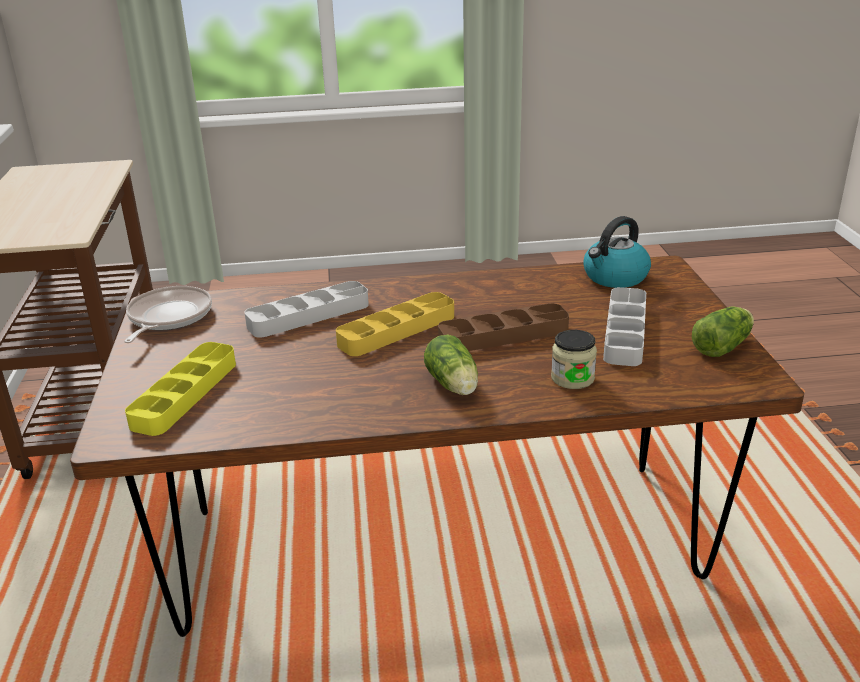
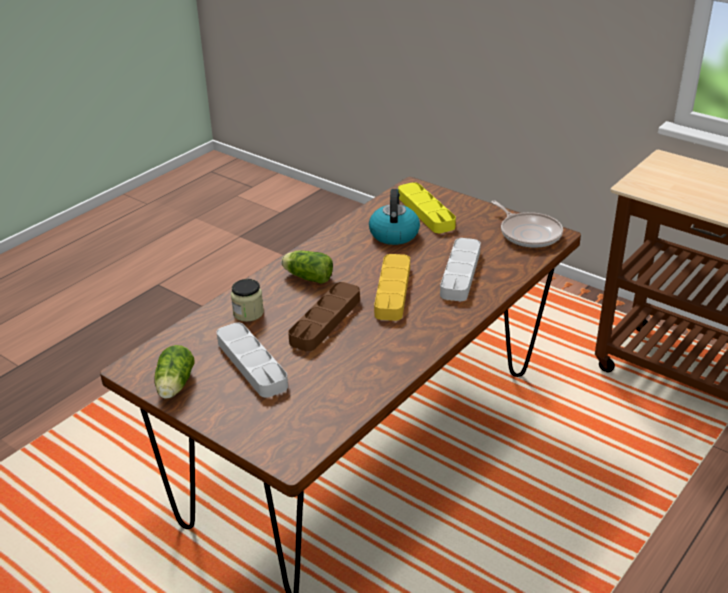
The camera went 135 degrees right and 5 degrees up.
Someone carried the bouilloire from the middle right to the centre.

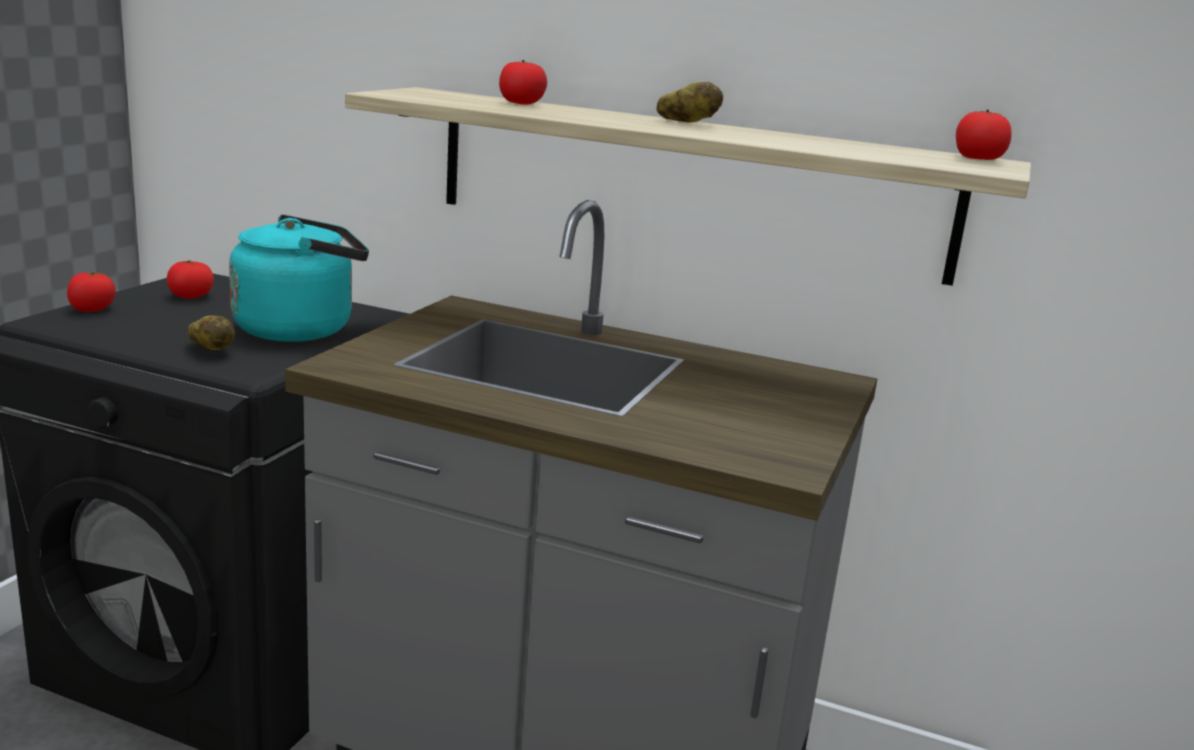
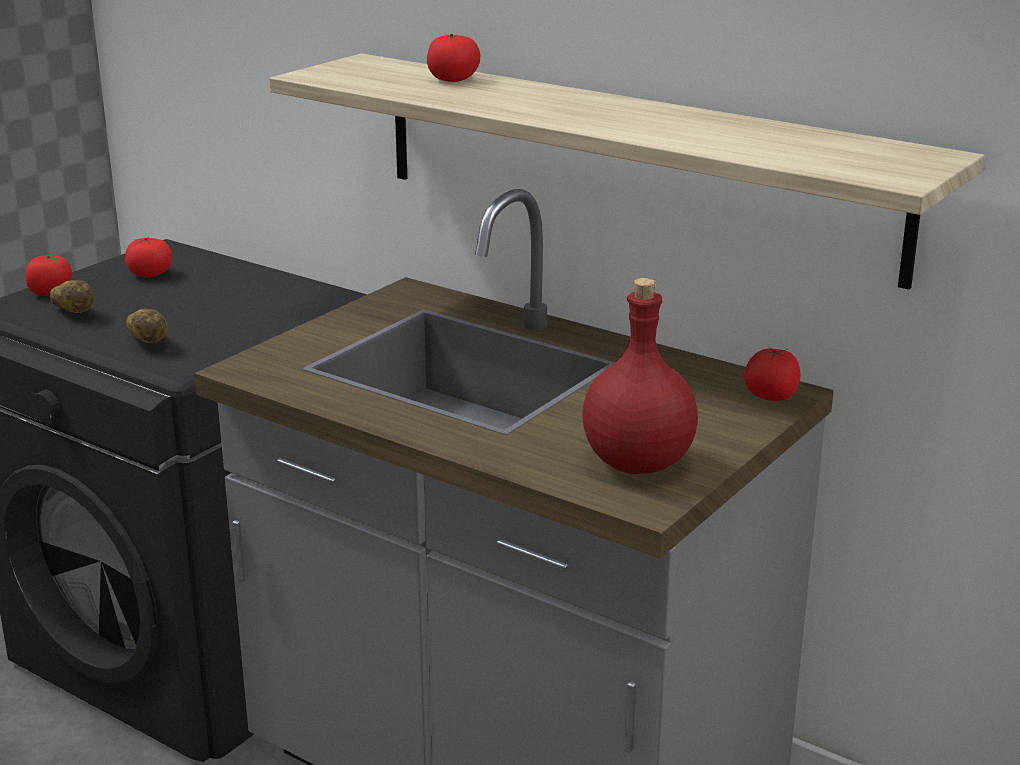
The camera went 15 degrees right and 5 degrees up.
Someone carried the pomme de terre (no. 2 from left in the first image) from the top centre to the middle left.
Someone put down the bouteille [rouge] at the centre.
Someone carried the tomate (no. 4 from left) from the top right to the middle right.
Someone took away the bouilloire [turquoise] at the middle left.

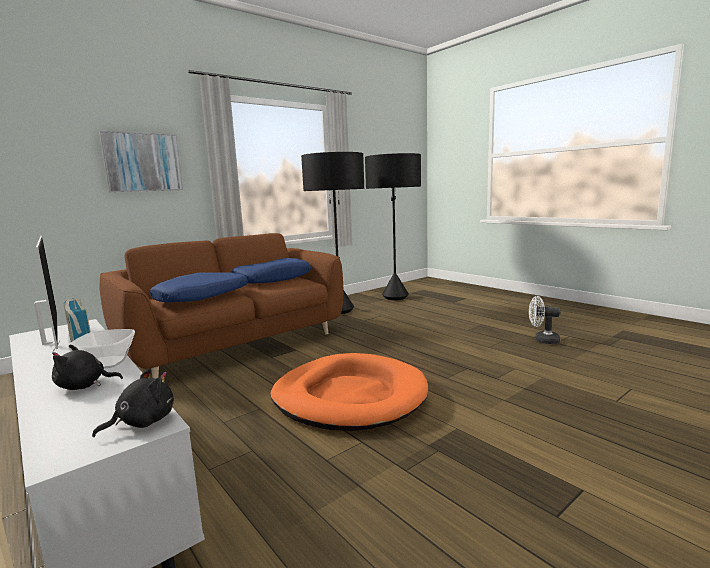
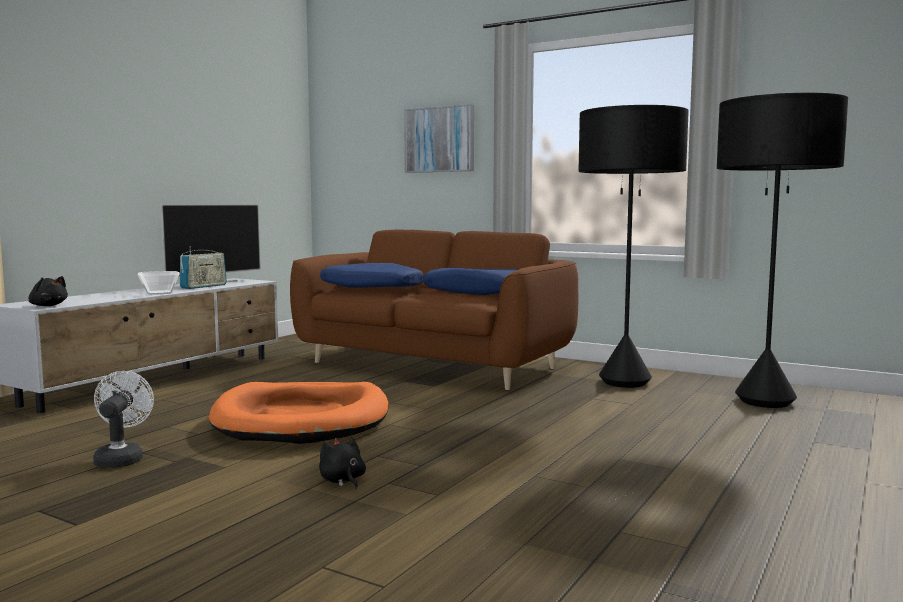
The camera went 70 degrees right and 5 degrees down.
Someone carried the ventilateur [blanc] from the middle right to the bottom left.
Someone carried the peluche [noir] (no. 1 from left in the first image) from the middle left to the bottom centre.

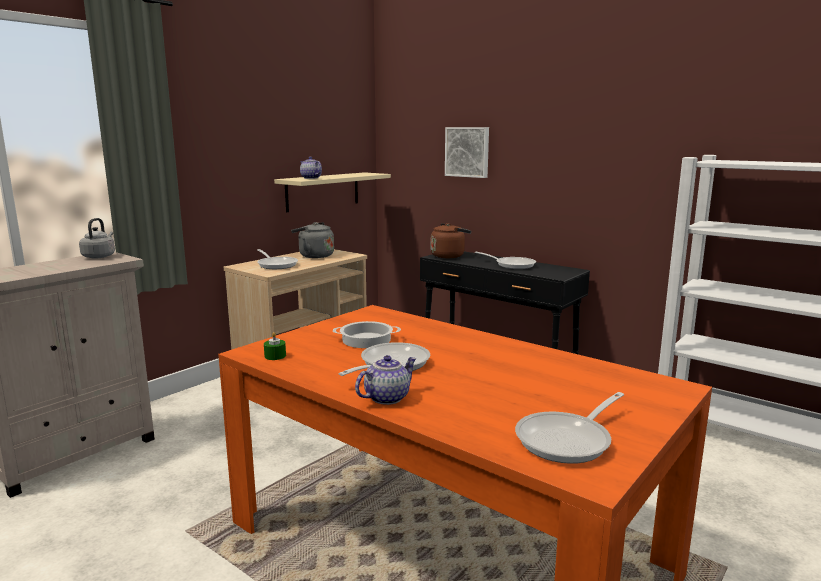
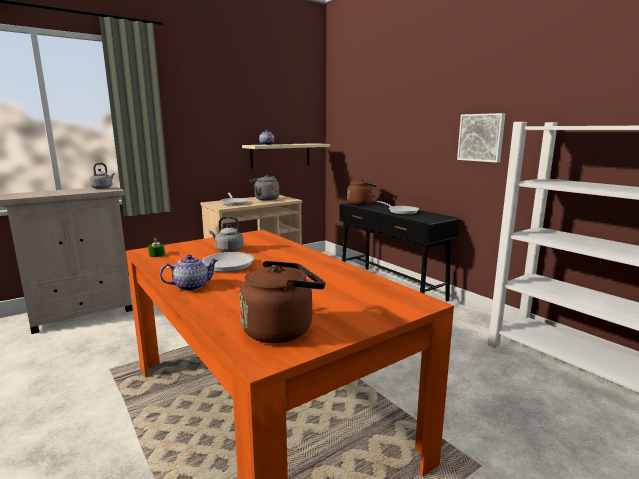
The camera went 15 degrees right and 0 degrees up.
Someone swapped the marmite at the centre for the bouilloire [gris] (no. 2 from left) at the centre.
Someone swapped the poêle (no. 4 from left) at the bottom right for the bouilloire [marron] (no. 1 from left) at the centre.
Someone carried the tableau from the top centre to the top right.

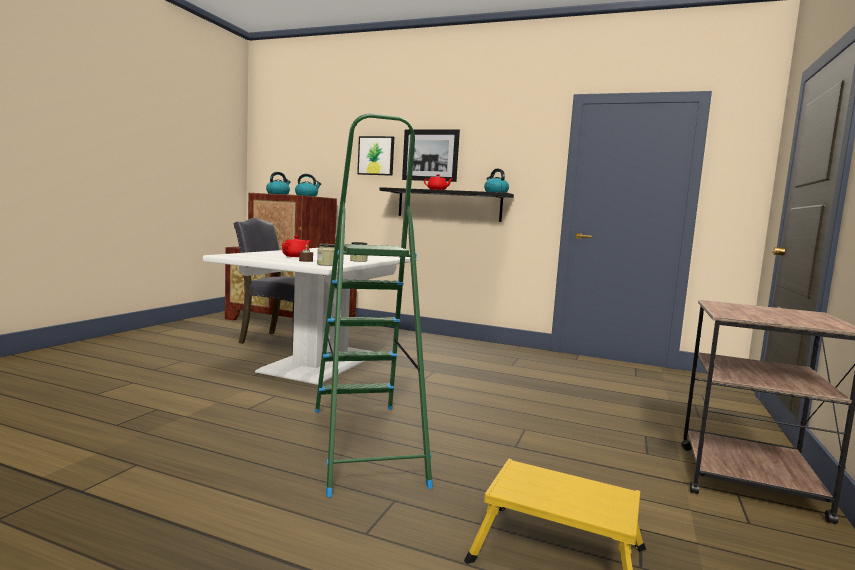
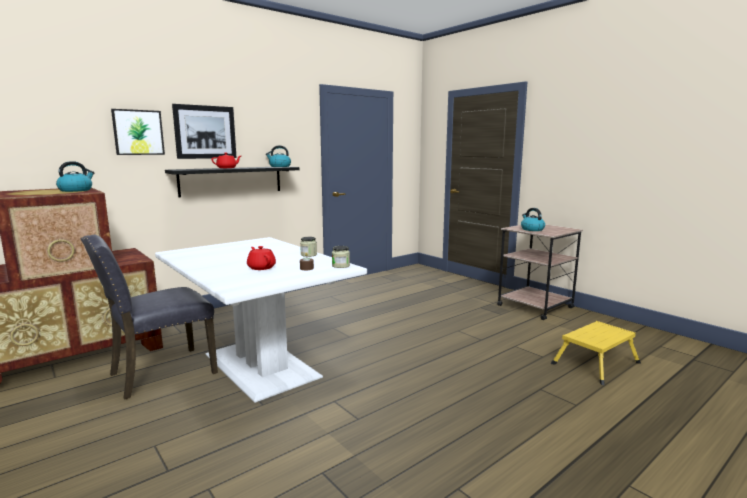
The camera went 60 degrees left and 5 degrees up.
Someone carried the bouilloire (no. 1 from left in the first image) from the top left to the middle right.
Someone took away the escabeau [vert] at the centre.

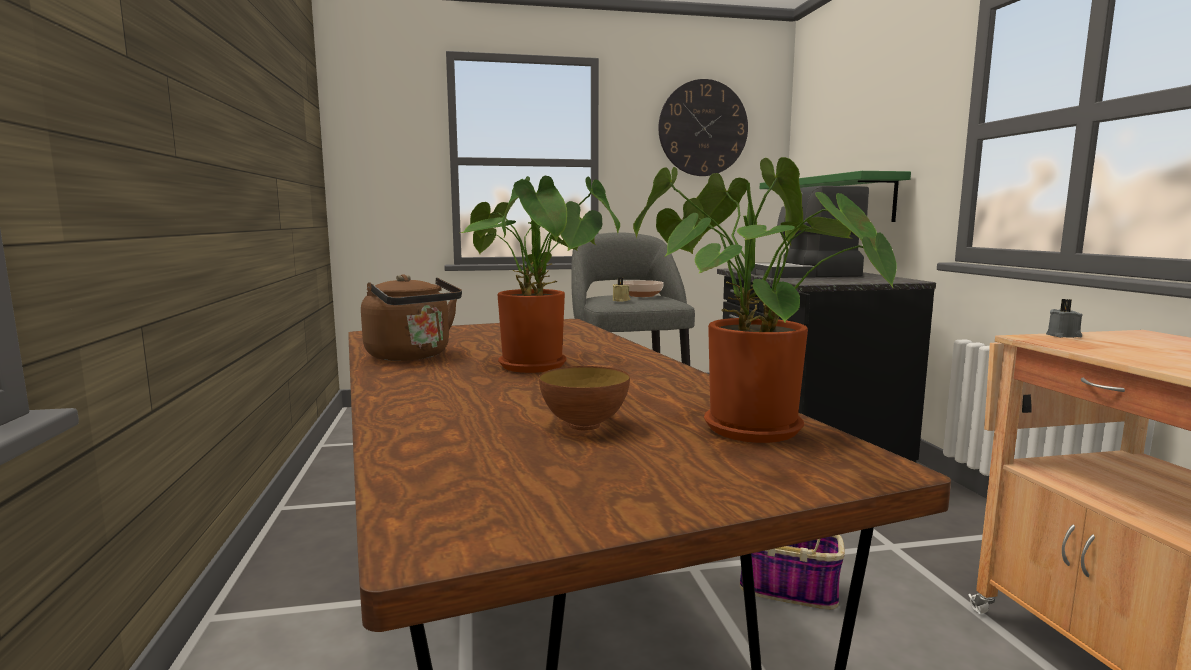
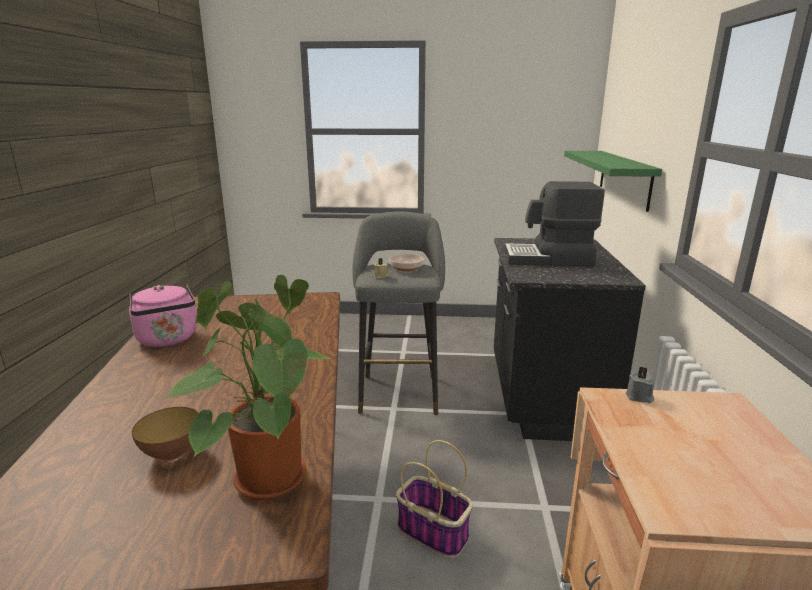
The camera went 15 degrees right and 10 degrees up.
Someone repainted the bouilloire [marron] at the centre, which became the bouilloire [rose] at the middle left.
Someone took away the plante en pot (no. 1 from left) at the centre.
Someone took away the horloge murale at the top centre.

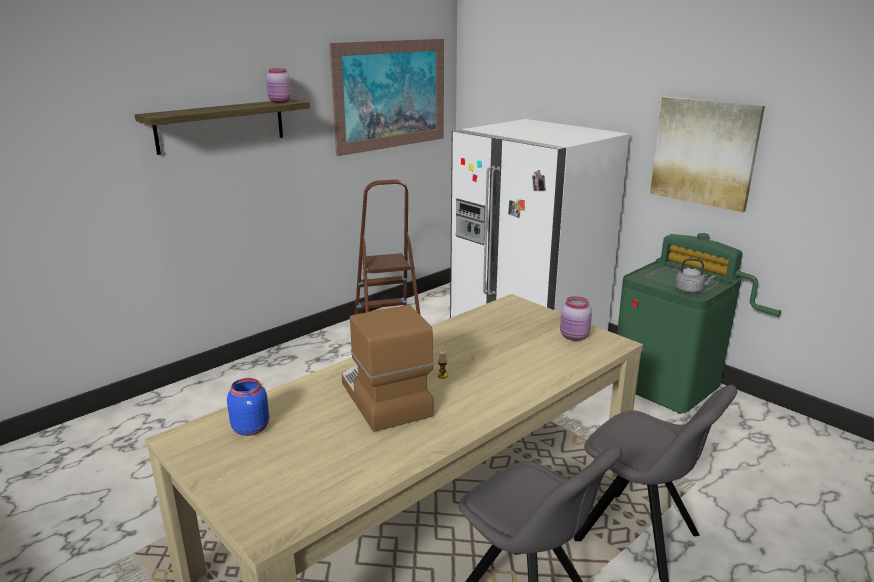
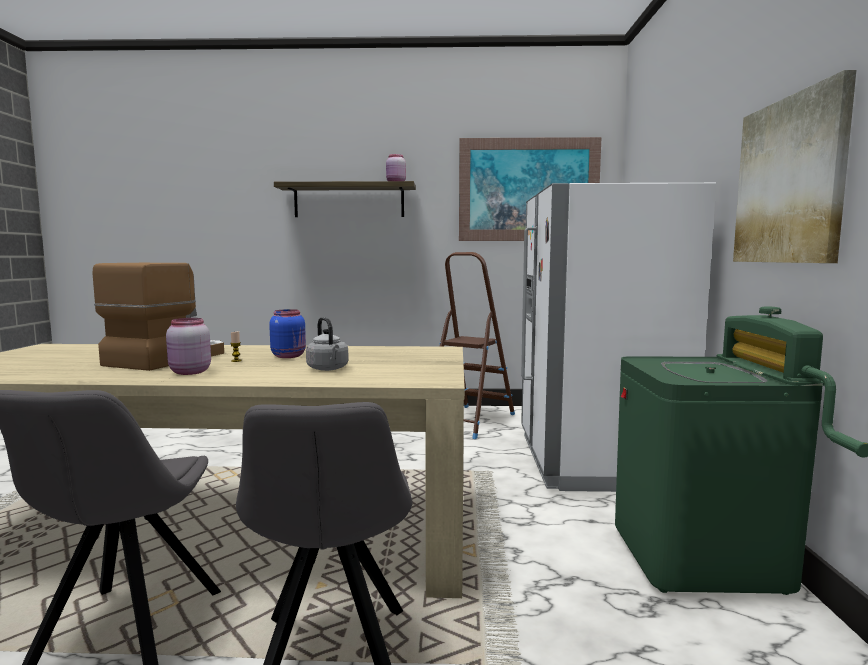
The camera went 45 degrees right and 15 degrees down.
Someone carried the bocal [rose] (no. 2 from left in the first image) from the centre to the middle left.
Someone carried the bocal [bleu] from the bottom left to the middle left.
Someone carried the bouilloire [gris] from the middle right to the centre.

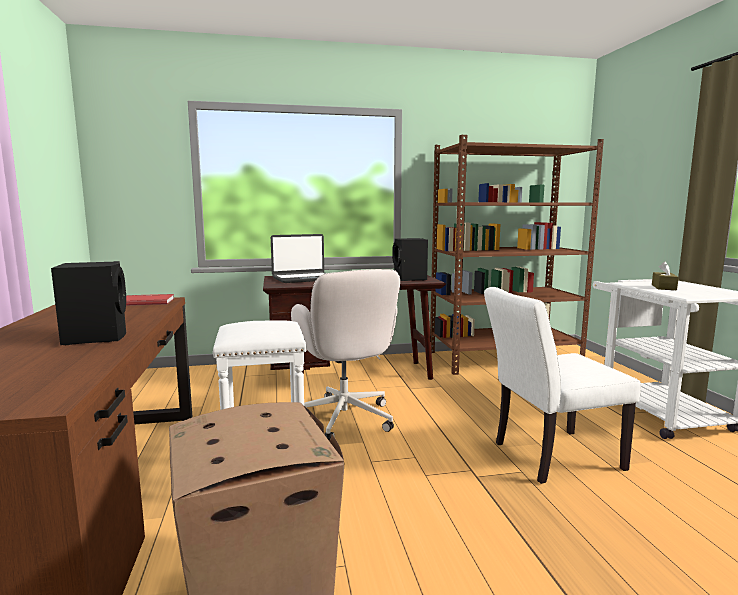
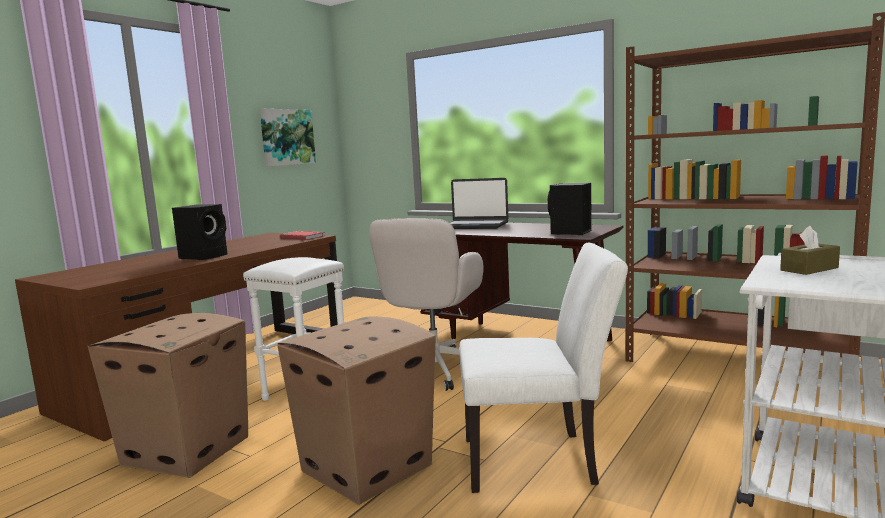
The camera went 45 degrees right and 0 degrees up.
Someone put up the tableau at the top left.
Someone put down the carton (no. 2 from left) at the bottom centre.
Someone rotated the chaise [blanc] at the middle right by 150 degrees clockwise.

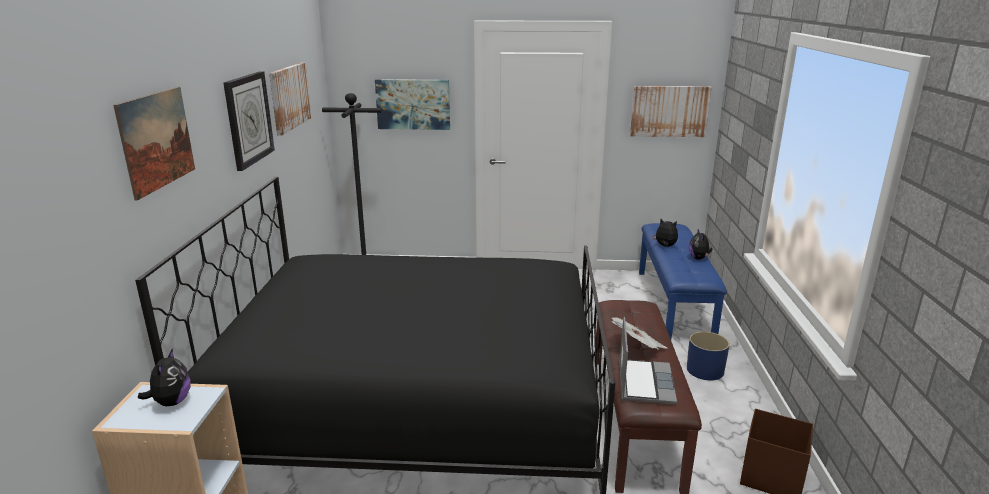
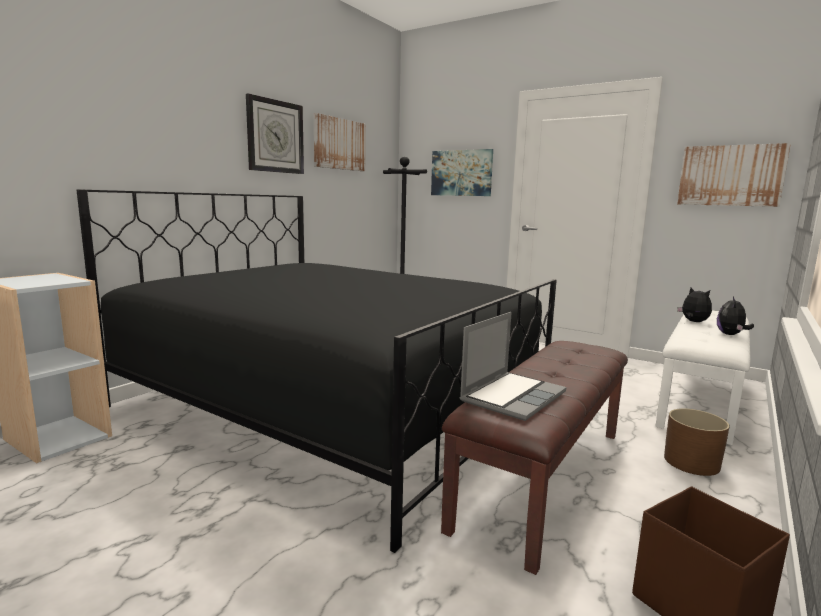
The camera went 30 degrees right and 10 degrees down.
Someone repainted the banc [bleu] at the middle right, which became the banc [blanc] at the middle right.
Someone repainted the cache-pot [bleu] at the bottom right, which became the cache-pot [marron] at the bottom right.
Someone took away the tableau (no. 1 from left) at the top left.
Someone took away the peluche (no. 1 from left) at the bottom left.
Someone took away the journal at the bottom centre.

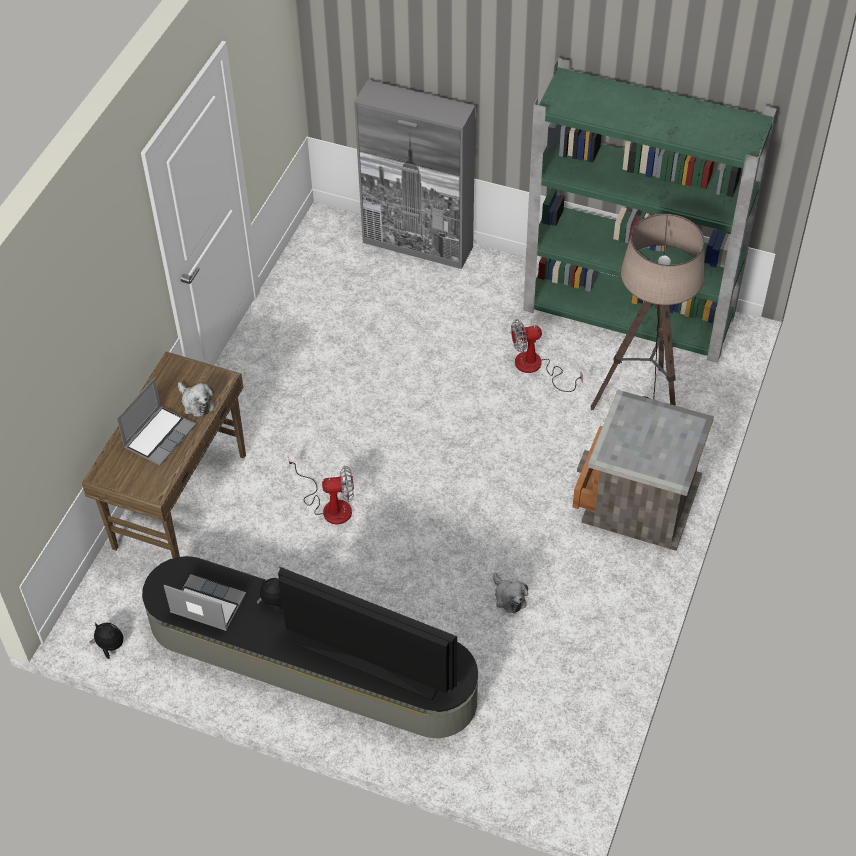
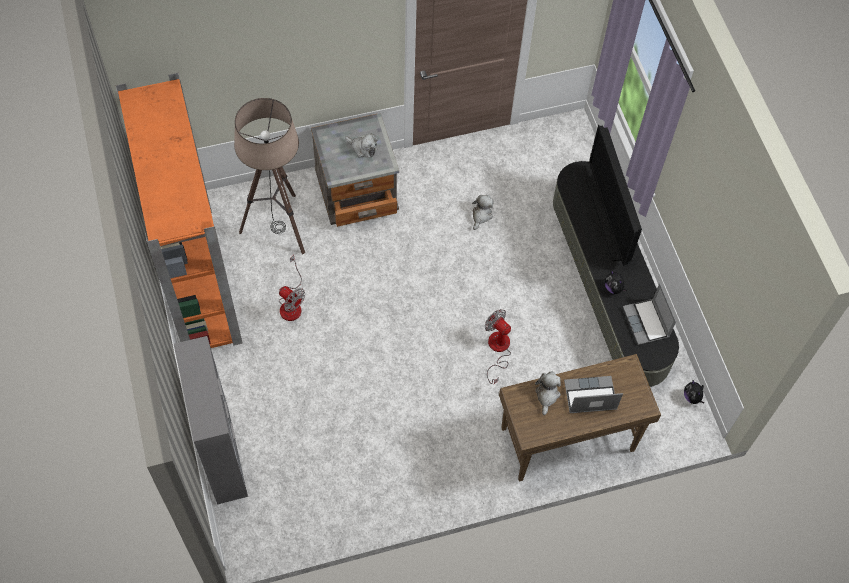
The camera went 130 degrees left and 10 degrees up.
Someone repainted the bibliothèque [vert] at the top right, which became the bibliothèque [orange] at the middle left.
Someone put down the peluche (no. 1 from left) at the top centre.

